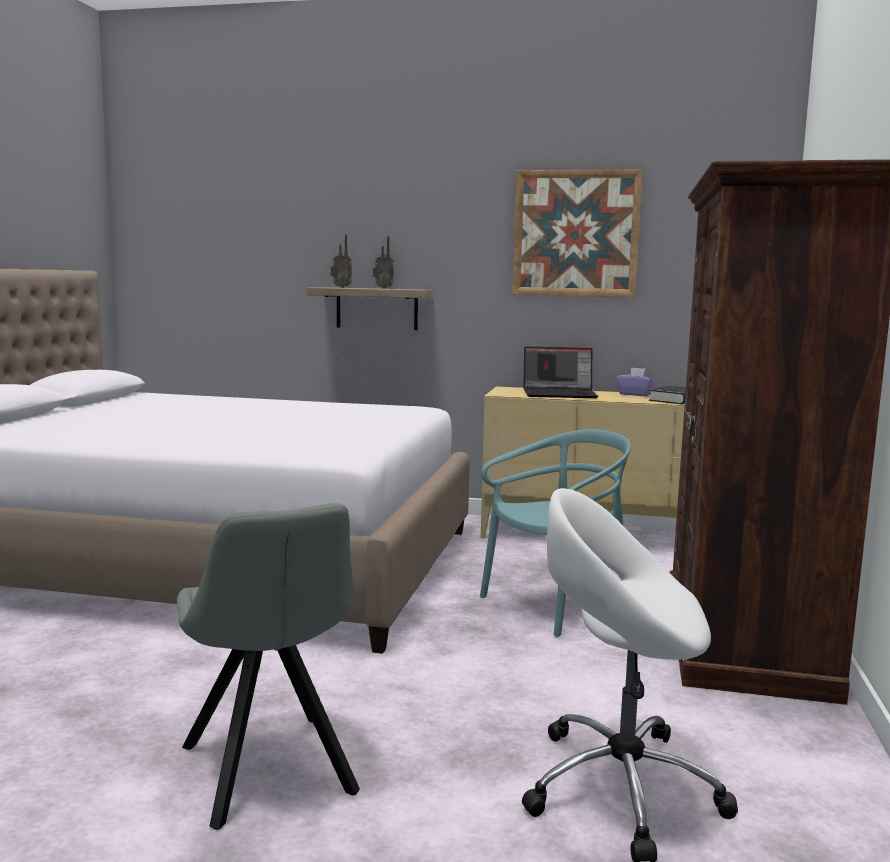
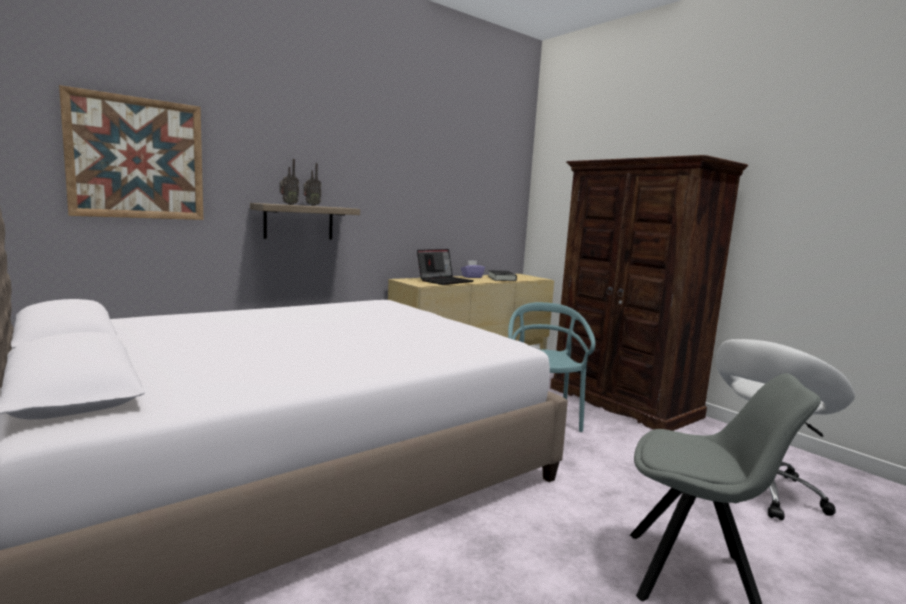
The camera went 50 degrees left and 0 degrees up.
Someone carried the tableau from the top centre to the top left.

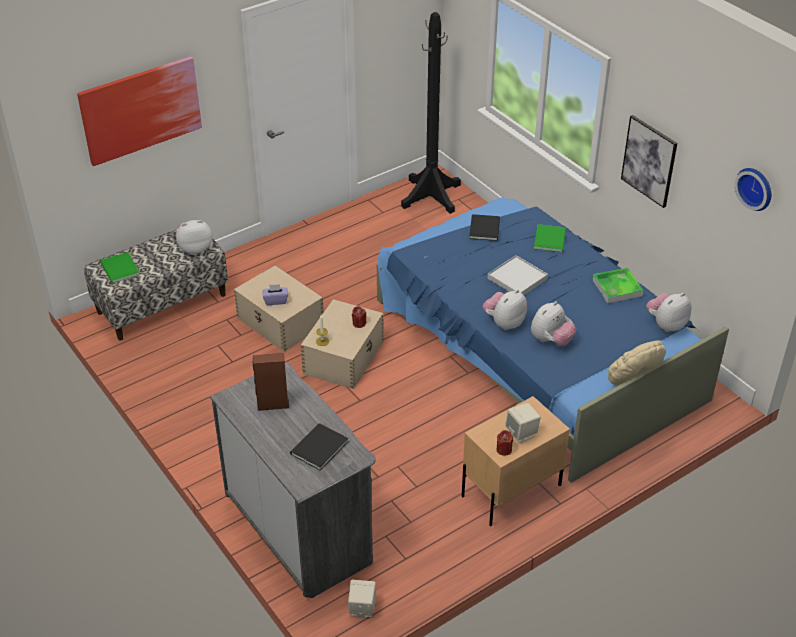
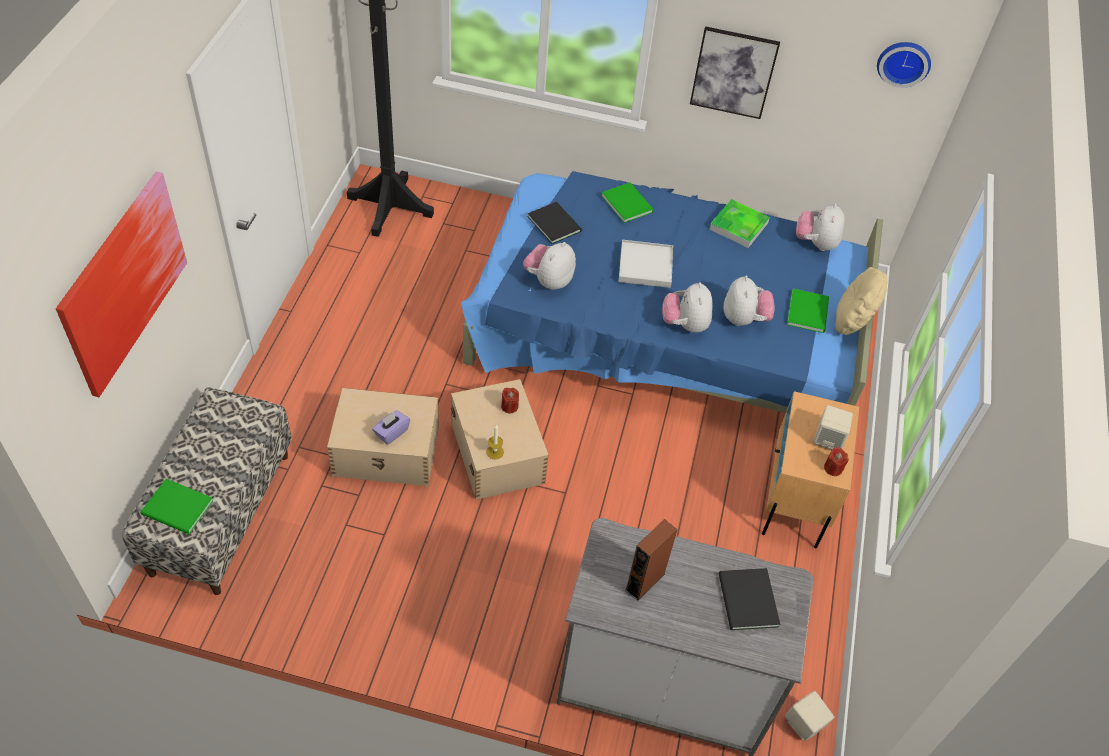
The camera went 45 degrees left and 10 degrees up.
Someone carried the peluche (no. 1 from left) from the middle left to the centre.
Someone put down the livre [vert] (no. 3 from left) at the middle right.

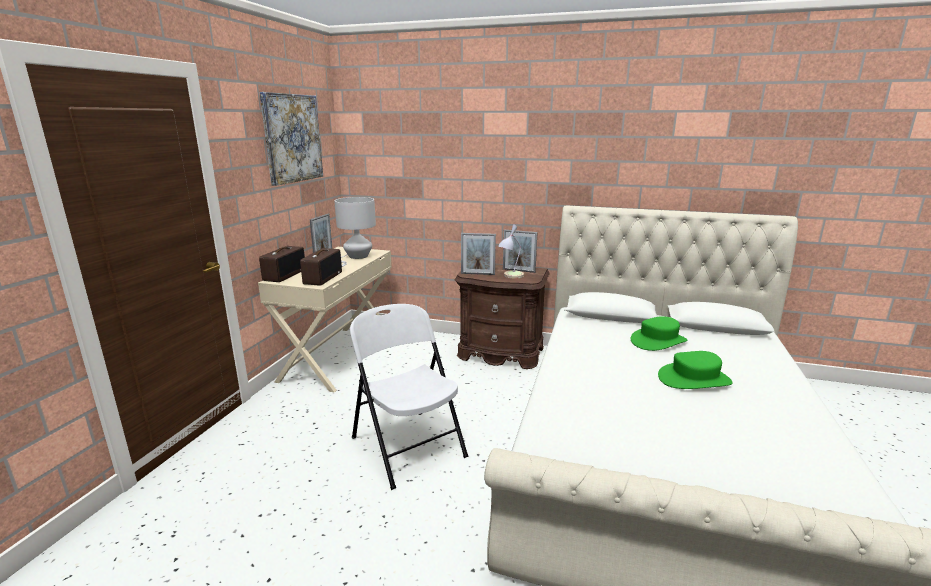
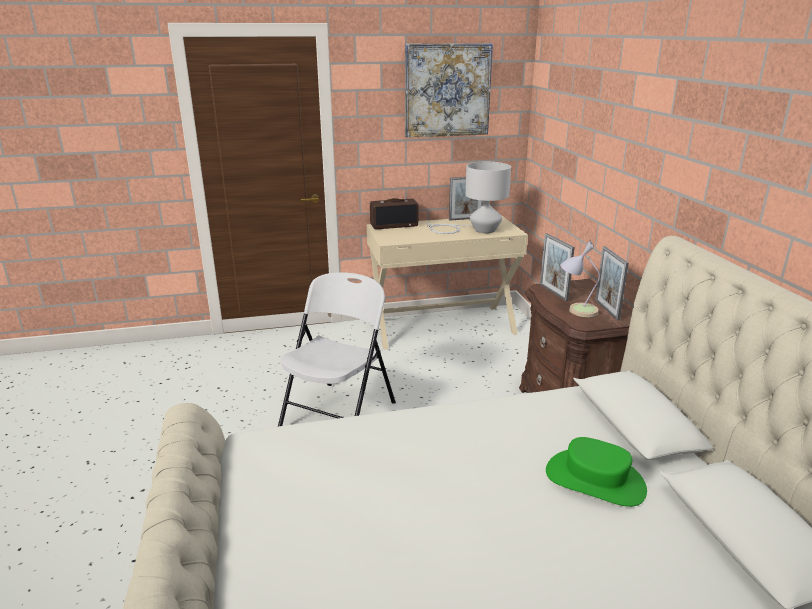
The camera went 60 degrees right and 5 degrees up.
Someone took away the radio (no. 2 from left) at the centre.
Someone took away the chapeau [vert] (no. 2 from left) at the middle right.

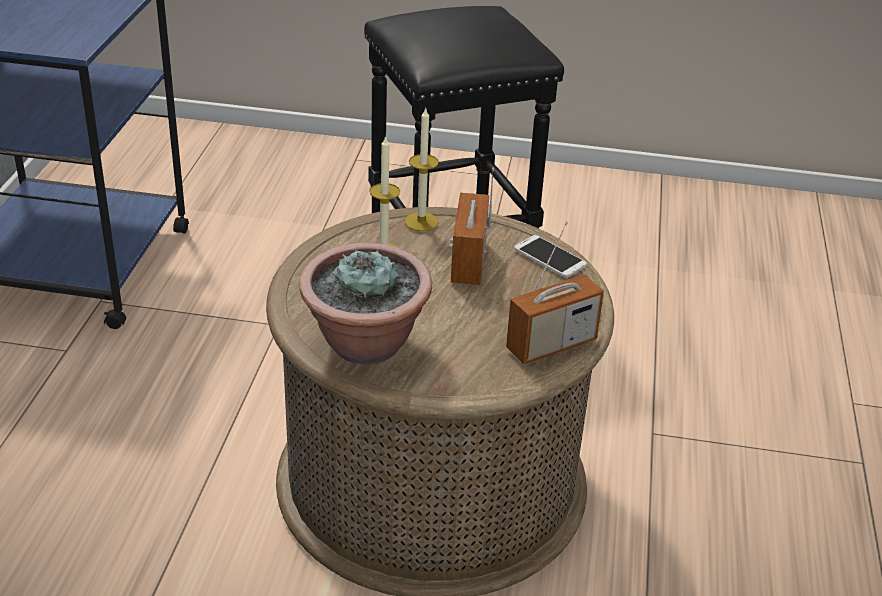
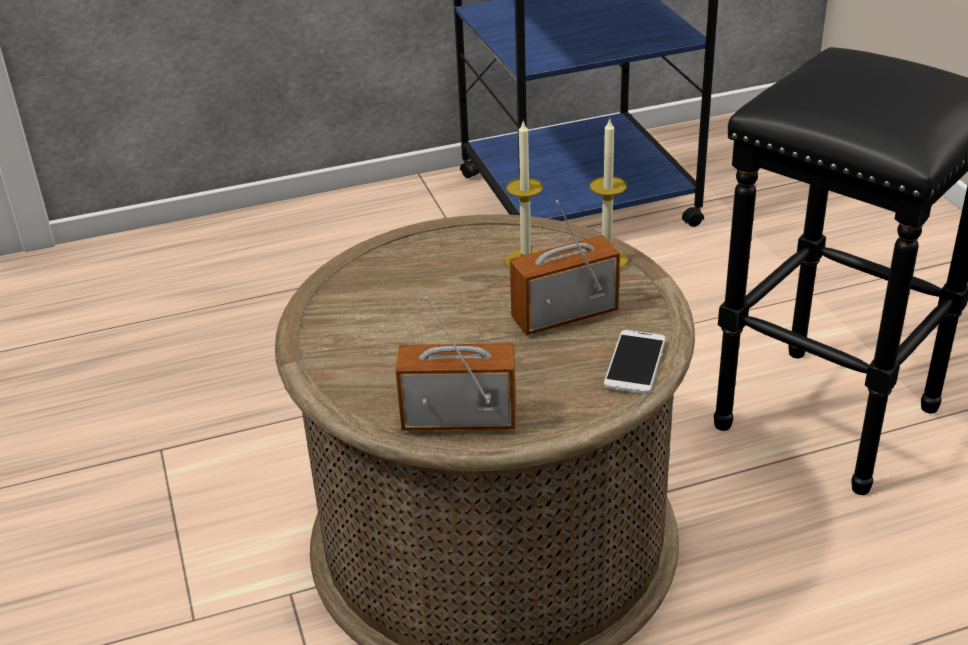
The camera went 65 degrees right and 0 degrees up.
Someone rotated the radio (no. 2 from left in the first image) at the centre by 150 degrees clockwise.
Someone took away the plante en pot at the centre.

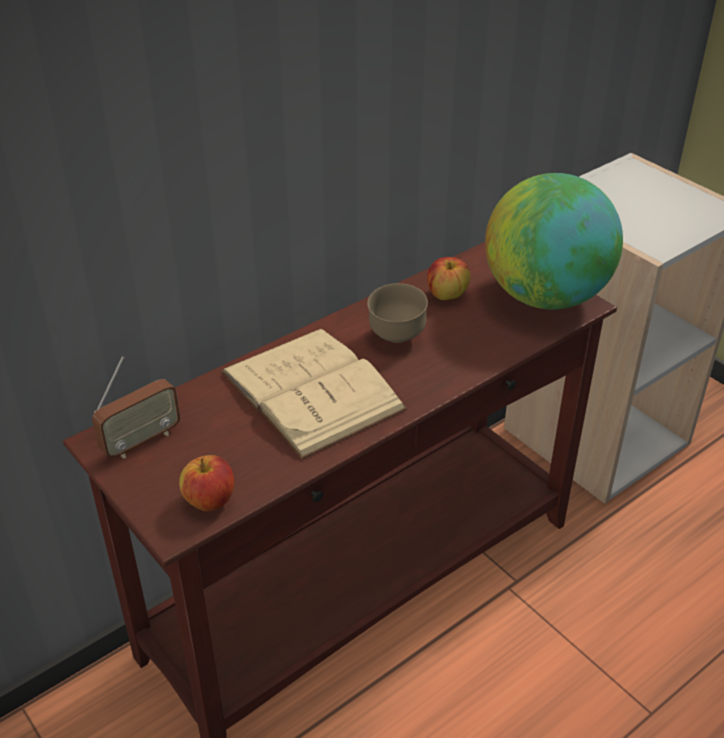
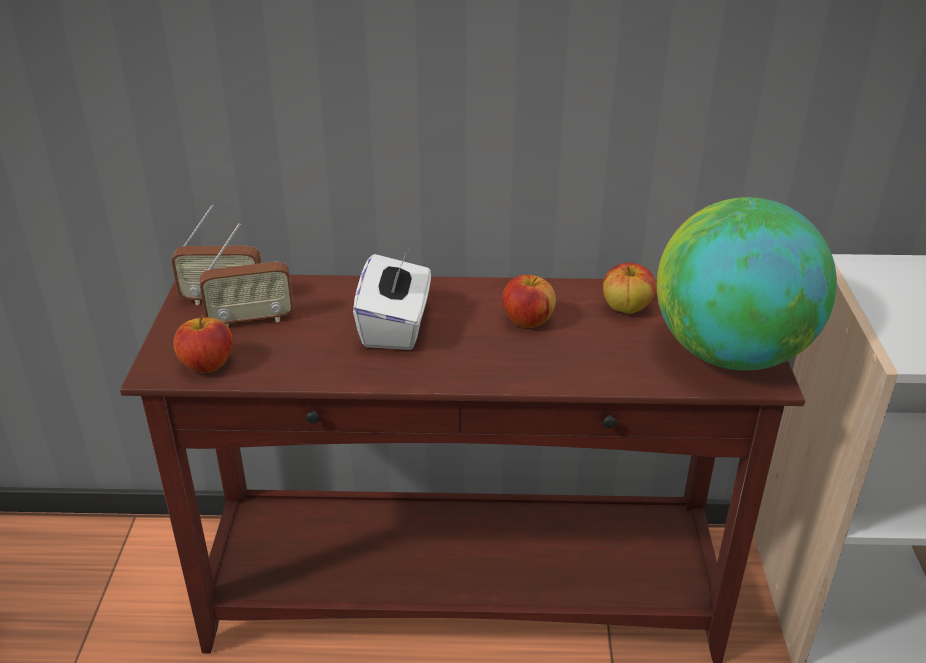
The camera went 40 degrees right and 5 degrees down.
Someone put down the radio (no. 2 from left) at the middle left.
Someone swapped the livre [beige] at the centre for the boîte à mouchoirs [blanc] at the centre.
Someone swapped the bol [marron] at the centre for the pomme (no. 2 from left) at the centre.

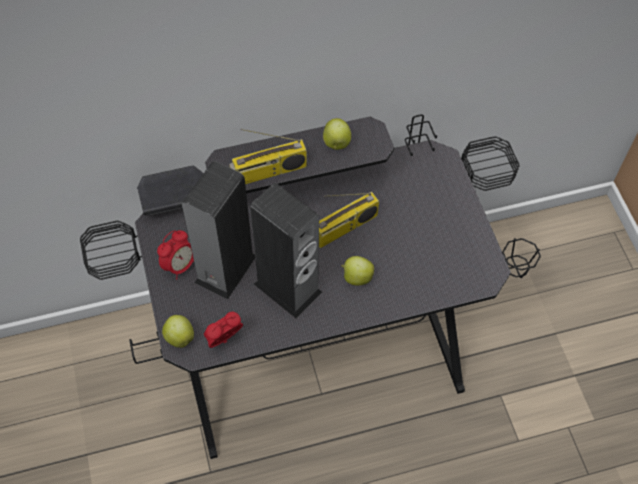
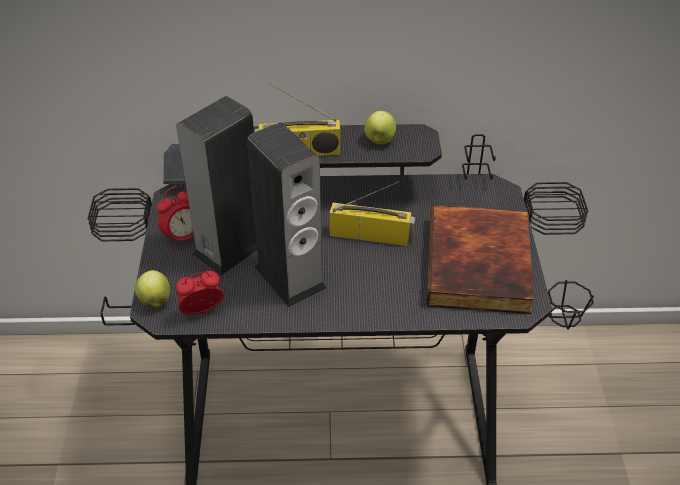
The camera went 15 degrees right and 15 degrees down.
Someone rotated the radio (no. 2 from left) at the centre by 150 degrees counterclockwise.
Someone put down the livre at the middle right.
Someone took away the pomme (no. 3 from left) at the centre.

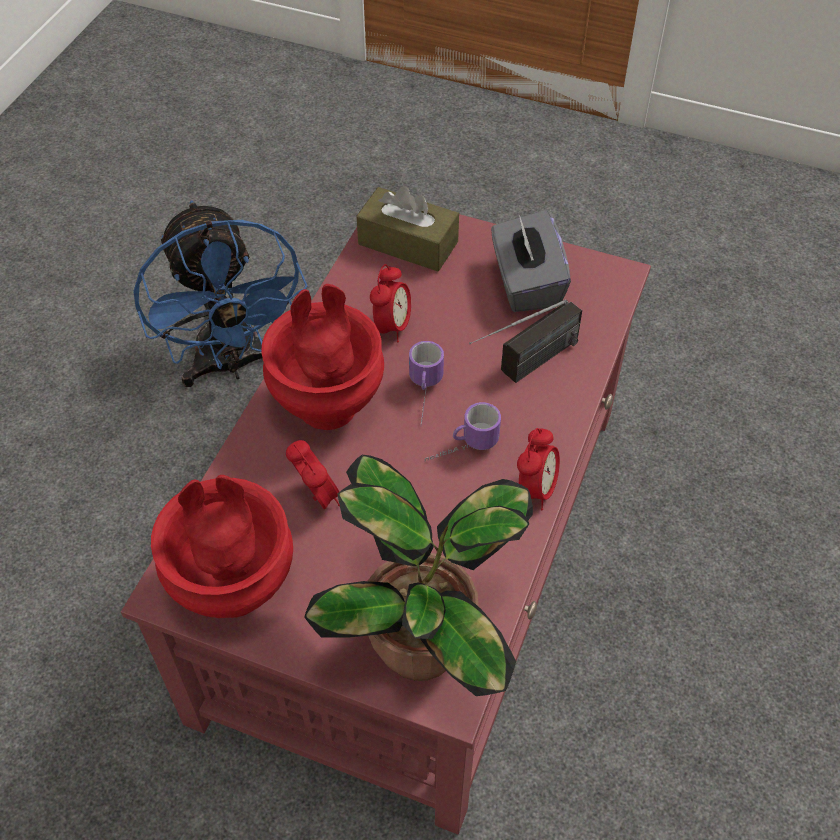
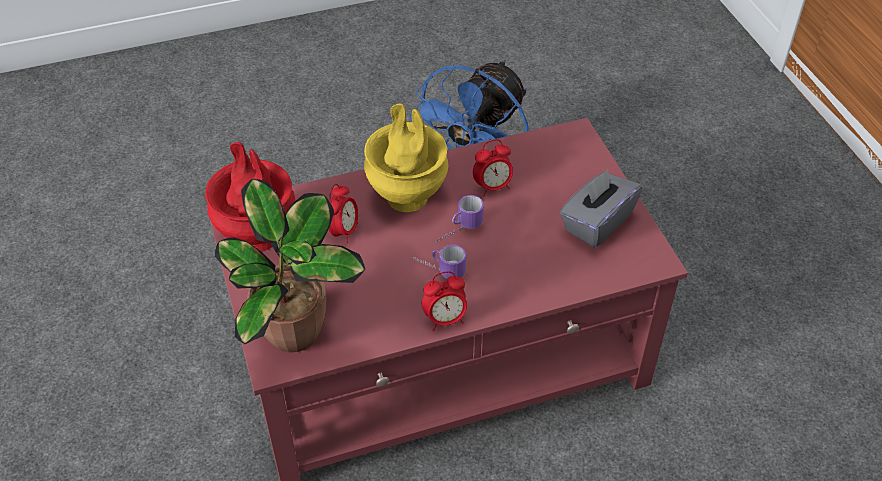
The camera went 50 degrees right and 5 degrees down.
Someone repainted the vase [rouge] (no. 2 from left) at the centre, which became the vase [jaune] at the top centre.
Someone took away the boîte à mouchoirs [marron] at the top centre.
Someone took away the radio at the centre.

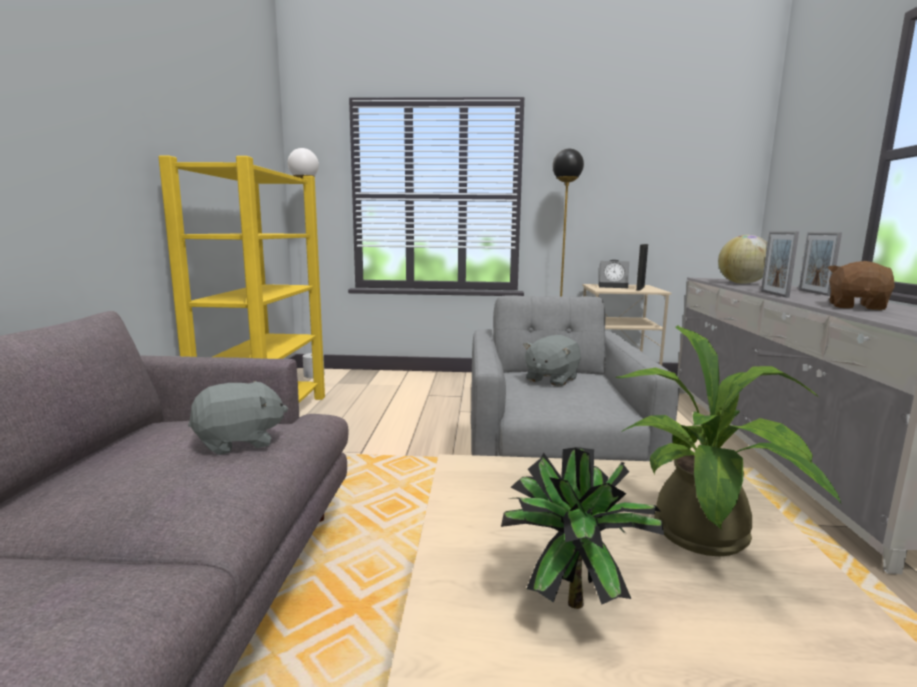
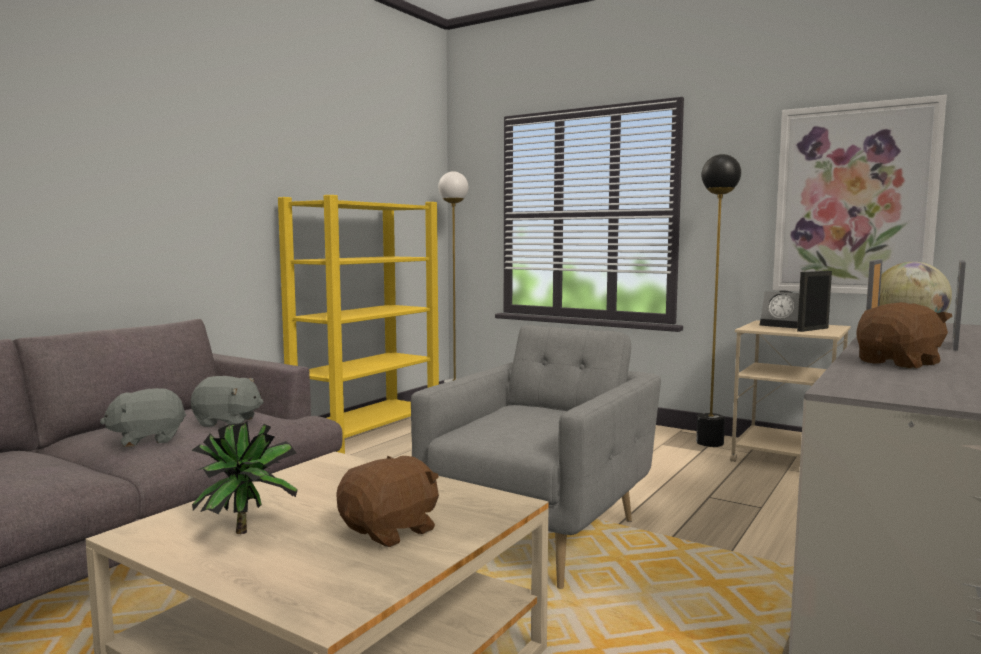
The camera went 30 degrees right and 5 degrees down.
Someone carried the peluche [gris] (no. 2 from left in the first image) from the centre to the middle left.
Someone swapped the plante en pot (no. 2 from left) at the middle right for the peluche [marron] (no. 1 from left) at the bottom centre.
Someone put up the tableau at the top right.

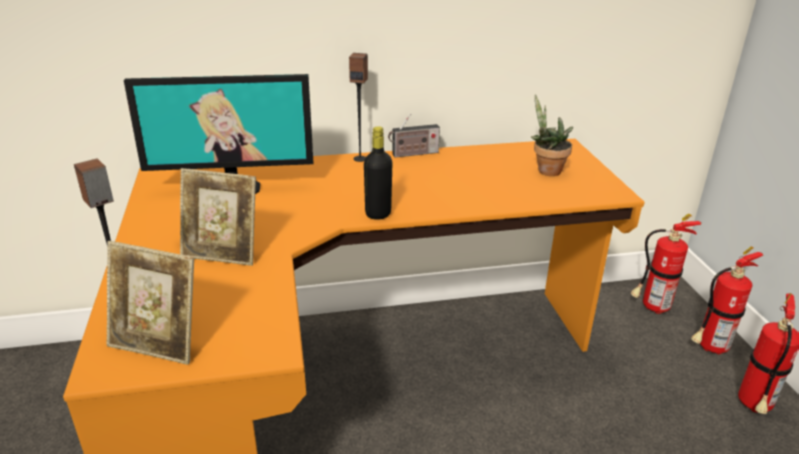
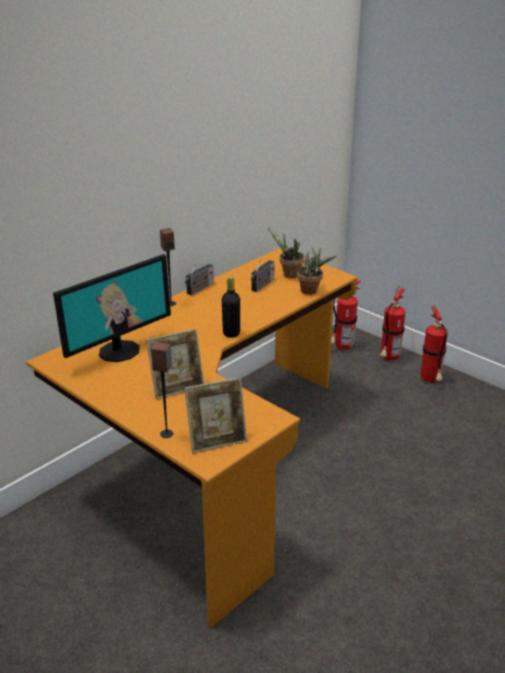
The camera went 35 degrees left and 0 degrees up.
Someone put down the radio (no. 2 from left) at the centre.
Someone put down the plante en pot (no. 2 from left) at the centre.

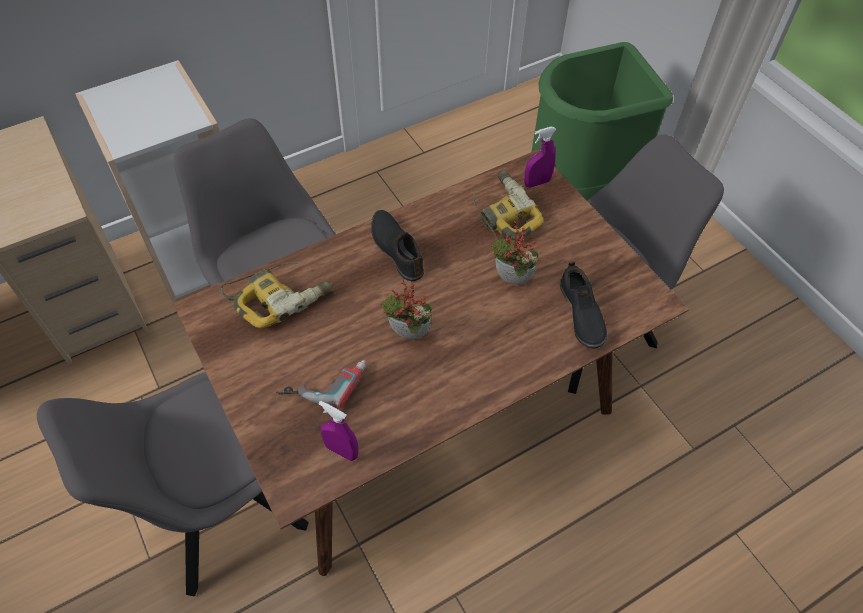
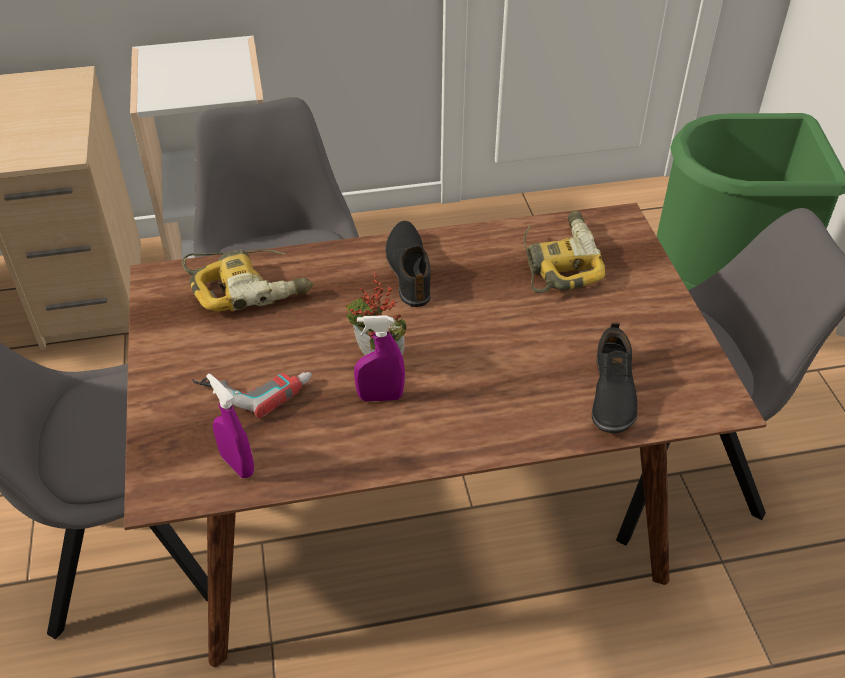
The camera went 20 degrees right and 10 degrees down.
Someone carried the vaporisateur [violet] (no. 2 from left) from the top centre to the centre.
Someone took away the plante en pot (no. 2 from left) at the centre.

